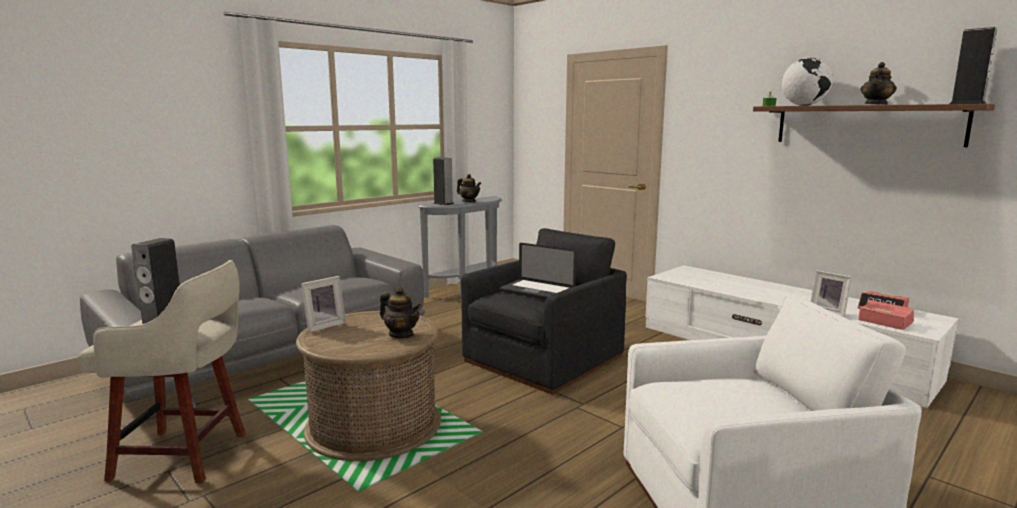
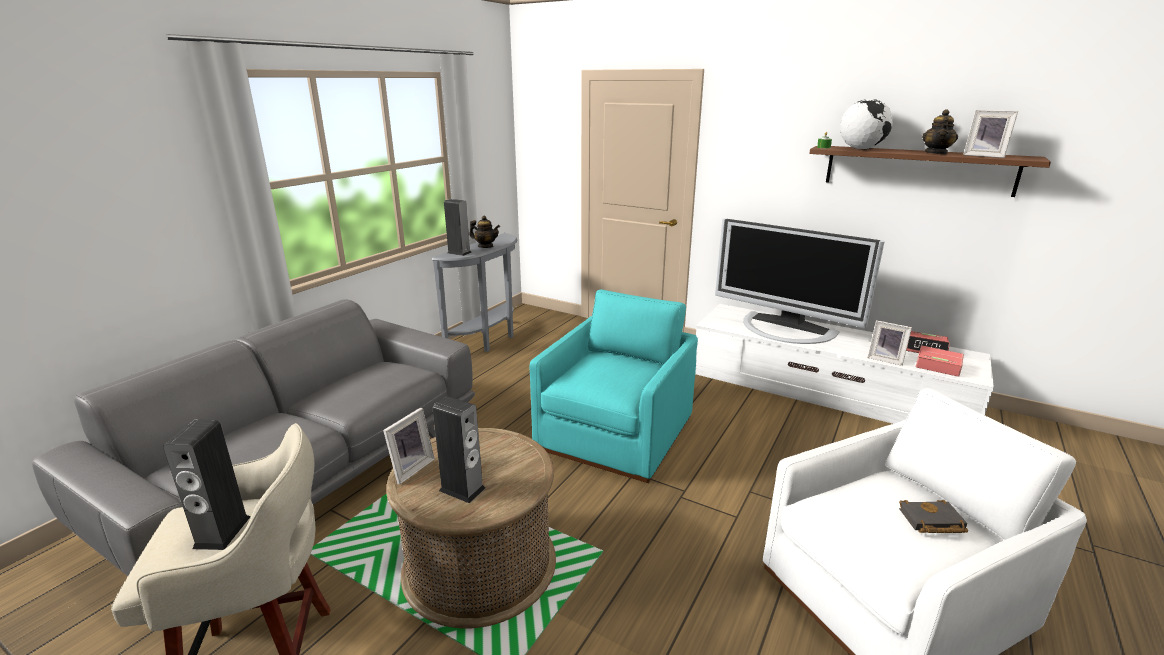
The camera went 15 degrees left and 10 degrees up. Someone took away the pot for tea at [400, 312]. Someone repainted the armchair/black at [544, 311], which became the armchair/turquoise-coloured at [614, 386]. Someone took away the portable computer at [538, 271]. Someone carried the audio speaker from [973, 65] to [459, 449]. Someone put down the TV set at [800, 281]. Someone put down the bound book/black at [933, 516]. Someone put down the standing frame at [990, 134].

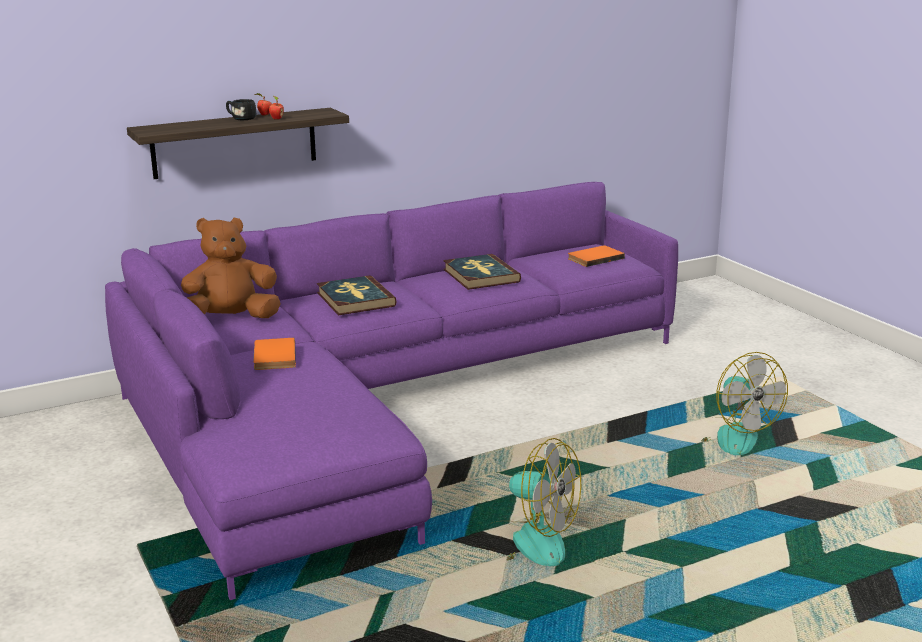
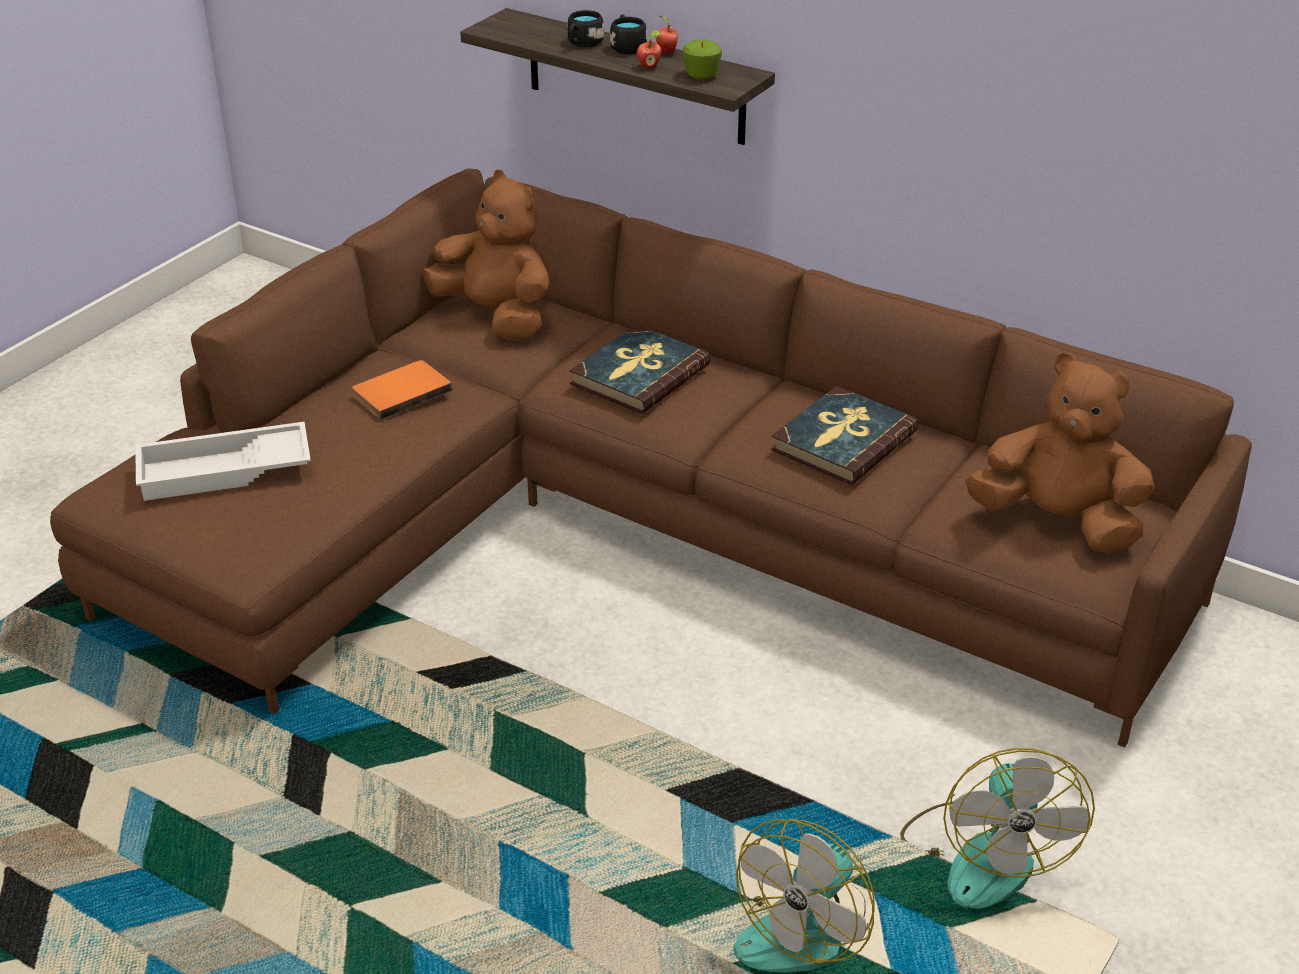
The camera went 60 degrees right and 15 degrees up. Someone repainted the couch/purple-coloured at [391, 391], which became the couch/brown-coloured at [651, 458]. Someone carried the fan from [536, 502] to [997, 828]. Someone swapped the bound book/orangey at [596, 256] for the soft toy/brown-coloured at [1060, 453]. Someone put down the serving tray/white-coloured at [223, 461]. Someone put down the tea mug/black at [585, 28]. Someone put down the whole apple at [702, 60].

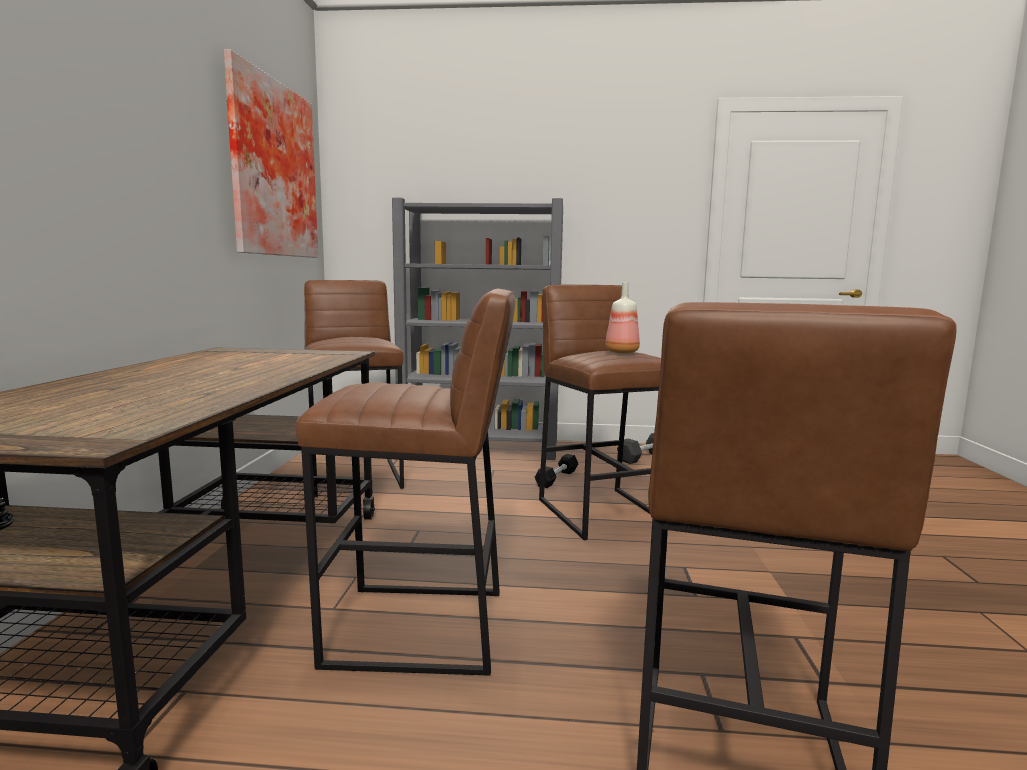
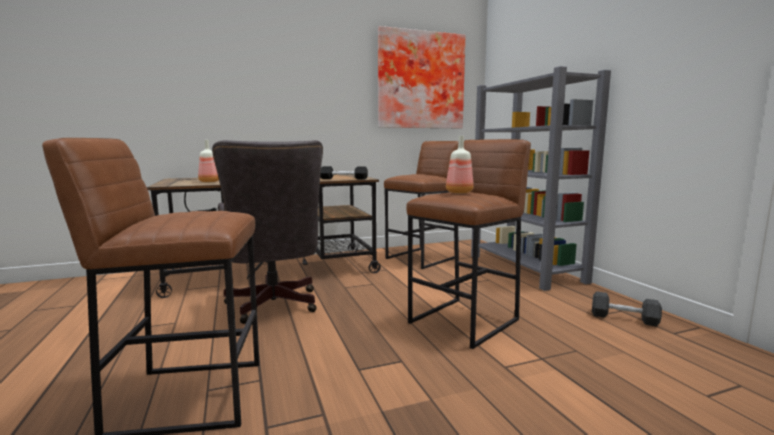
The camera went 65 degrees right and 0 degrees up. Someone swapped the sitting stool/brown-coloured at [405, 482] for the computer chair/greyish at [267, 232]. Someone carried the hand weight/black from [556, 471] to [344, 172]. Someone put down the beverage bottle at [208, 161].

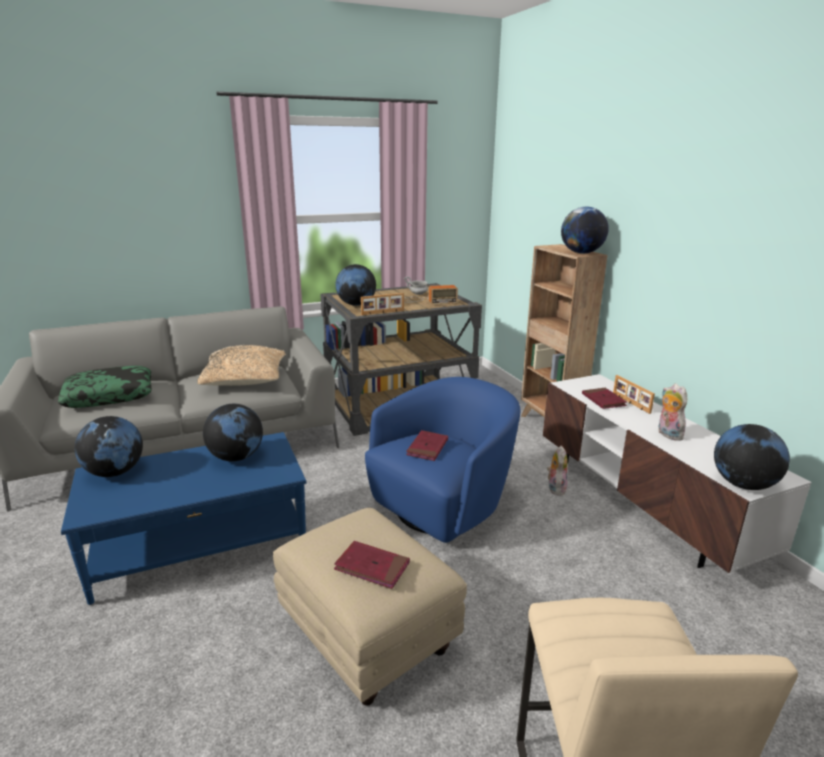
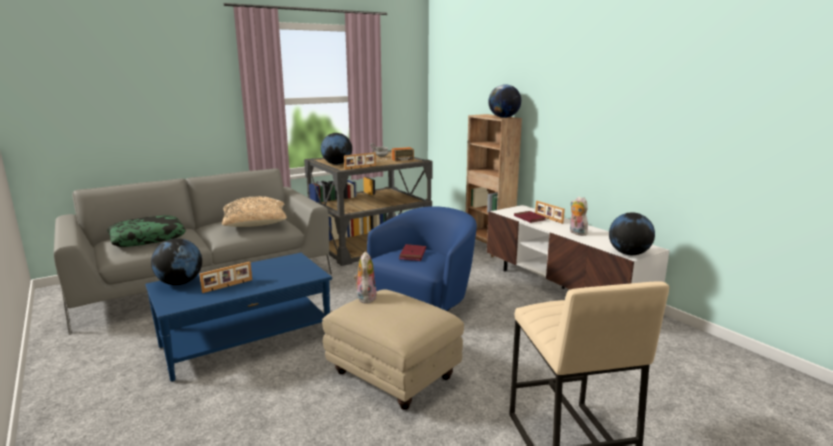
The camera went 10 degrees left and 5 degrees down. Someone took away the world globe at [233, 432]. Someone took away the bound book/red-coloured at [372, 565]. Someone carried the soft toy from [557, 471] to [365, 277]. Someone put down the standing frame at [225, 277].

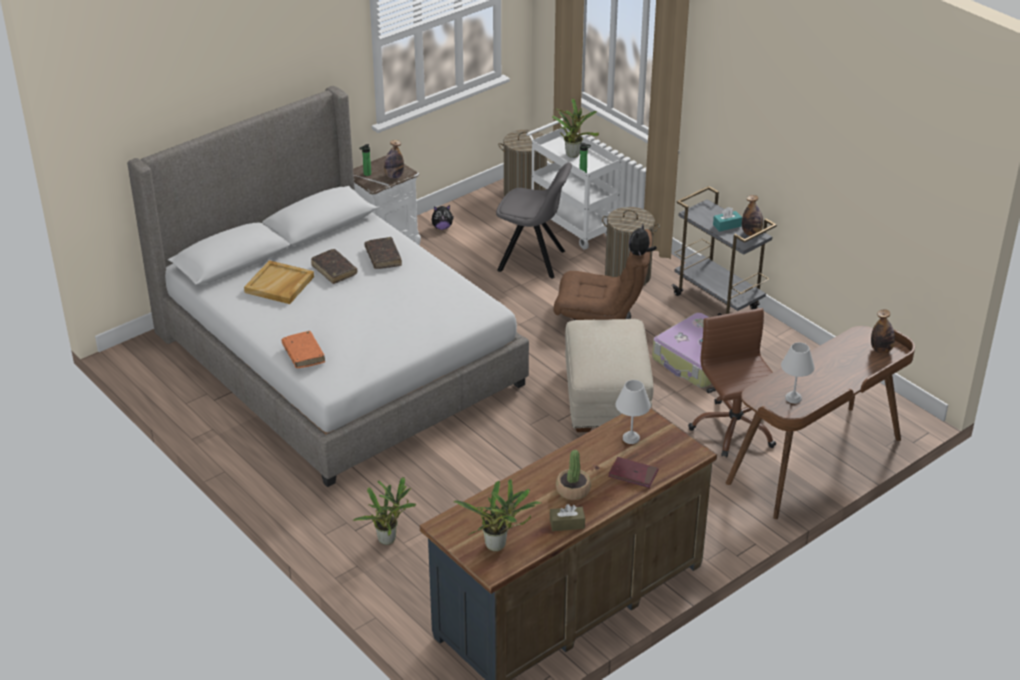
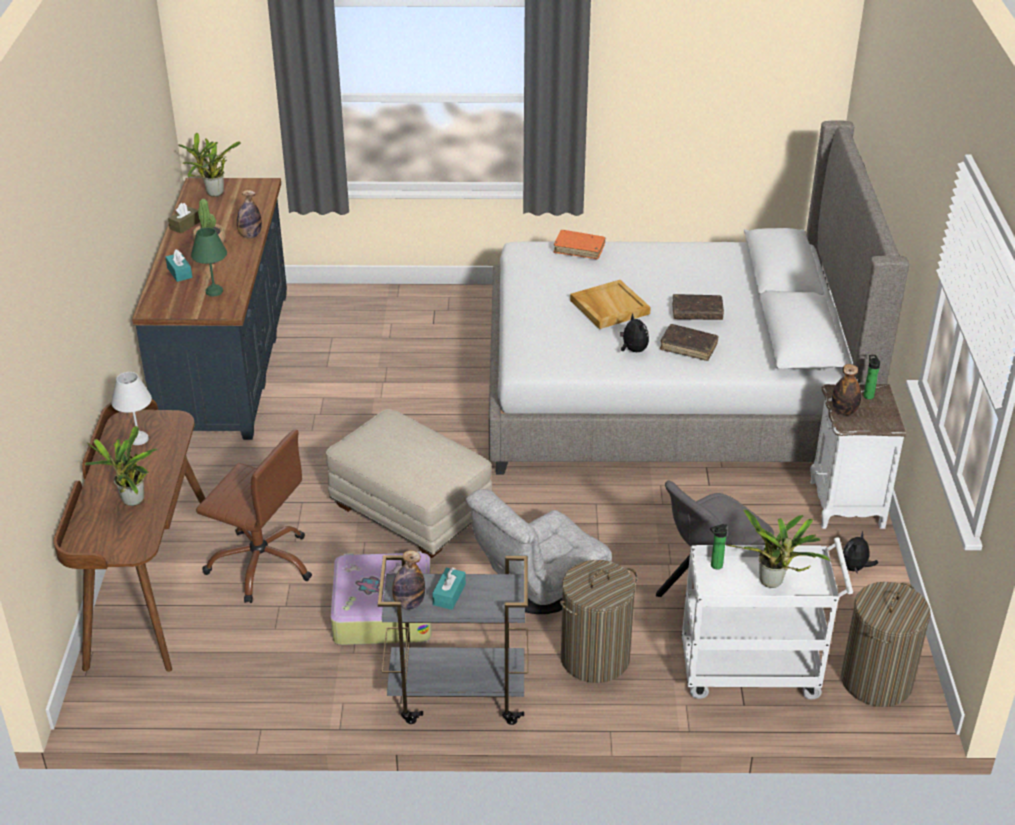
The camera went 130 degrees right and 0 degrees up. Someone carried the serving tray/beige-coloured from [279, 282] to [610, 304]. Someone carried the houseplant from [384, 511] to [121, 466]. Someone repainted the armchair/brown-coloured at [602, 274], which became the armchair/greyish at [539, 551]. Someone swapped the bound book/red-coloured at [633, 472] for the tissue holder/turquoise-coloured at [179, 265]. Someone repainted the table lamp/white-coloured at [633, 412], which became the table lamp/green-coloured at [209, 261]. Someone carried the soft toy from [643, 240] to [634, 332]. Someone carried the beverage bottle from [883, 332] to [249, 214].

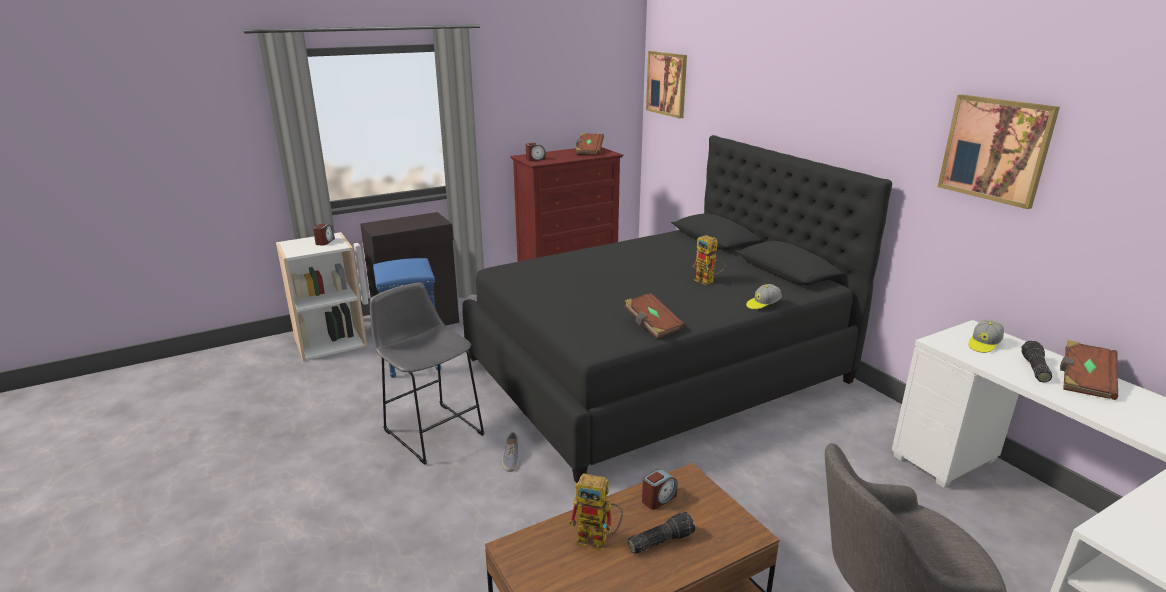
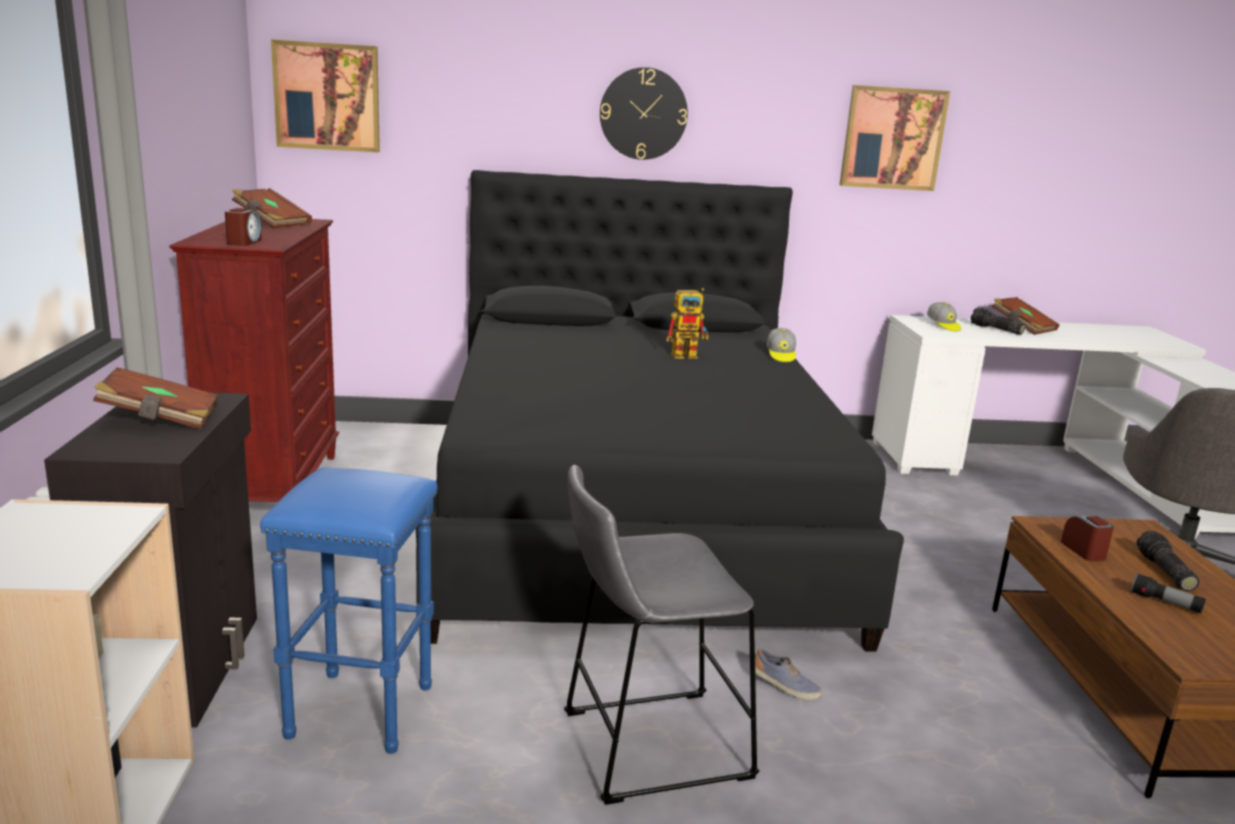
The camera went 65 degrees left and 5 degrees down. Someone took away the alarm clock at [324, 234]. Someone swapped the model robot at [595, 511] for the flashlight at [1168, 593]. Someone carried the bound book/brown-coloured from [654, 316] to [155, 398]. Someone put up the clock on the wall at [644, 113].

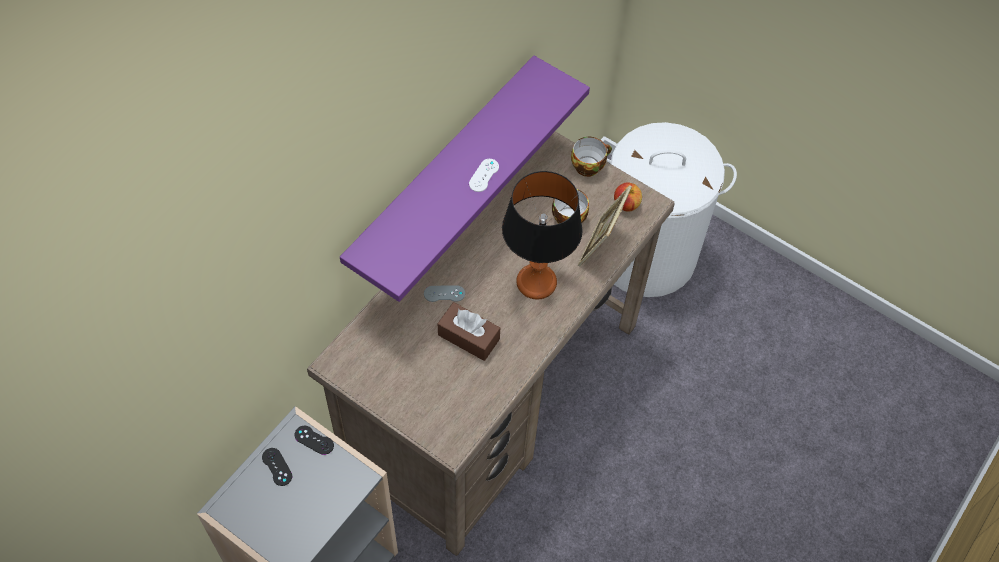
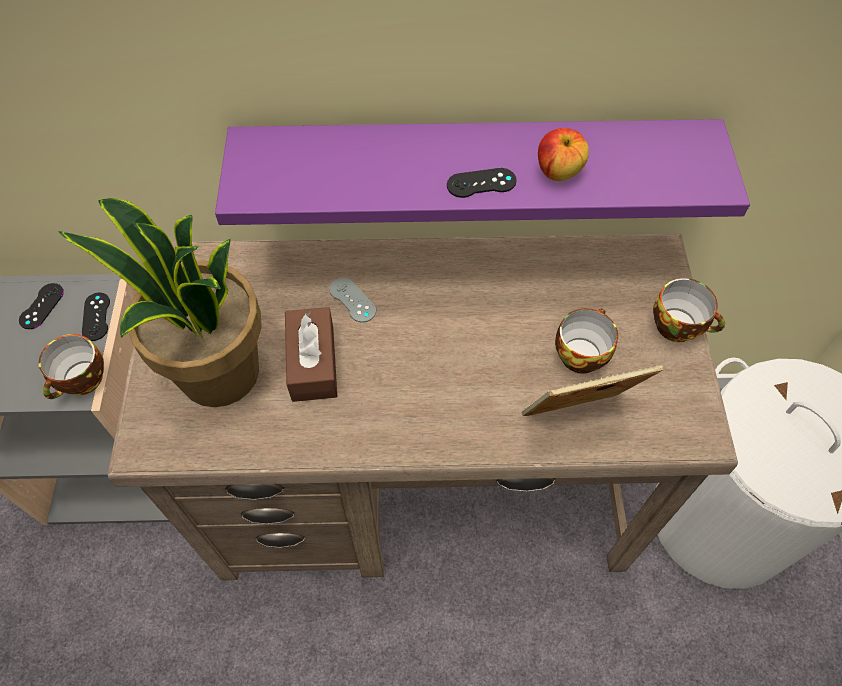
The camera went 55 degrees right and 0 degrees up. Someone repainted the game controller/white-coloured at [484, 175], which became the game controller/black at [482, 183]. Someone took away the table lamp at [542, 235]. Someone carried the whole apple from [628, 197] to [563, 154]. Someone put down the cup at [71, 366]. Someone put down the houseplant at [160, 302].

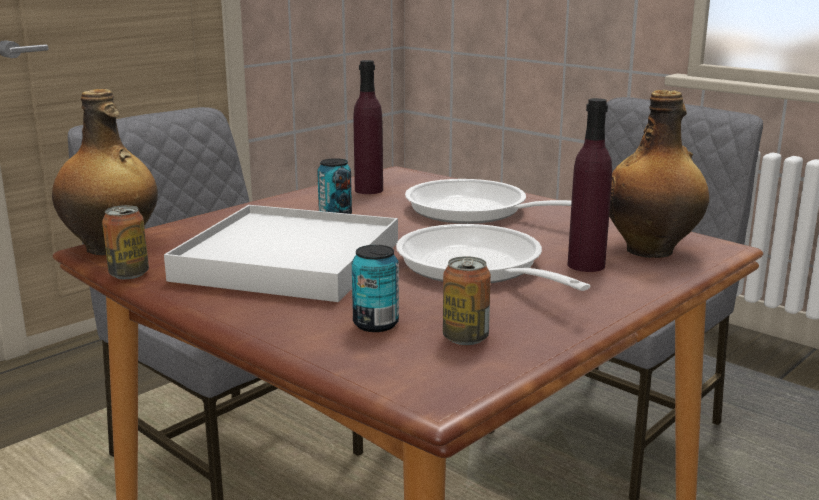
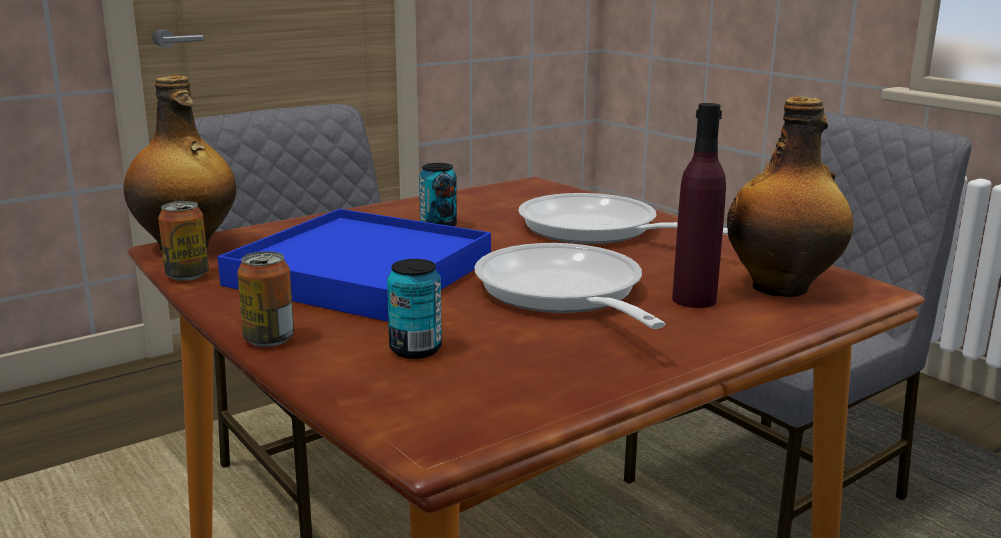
The camera went 10 degrees right and 0 degrees up. Someone repainted the serving tray/white-coloured at [281, 253], which became the serving tray/blue-coloured at [354, 265]. Someone took away the beverage bottle/purple-coloured at [368, 127]. Someone carried the can from [467, 300] to [265, 299].

